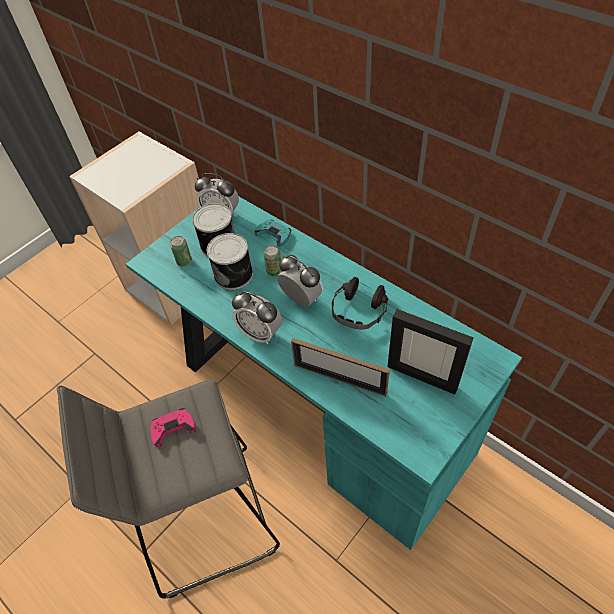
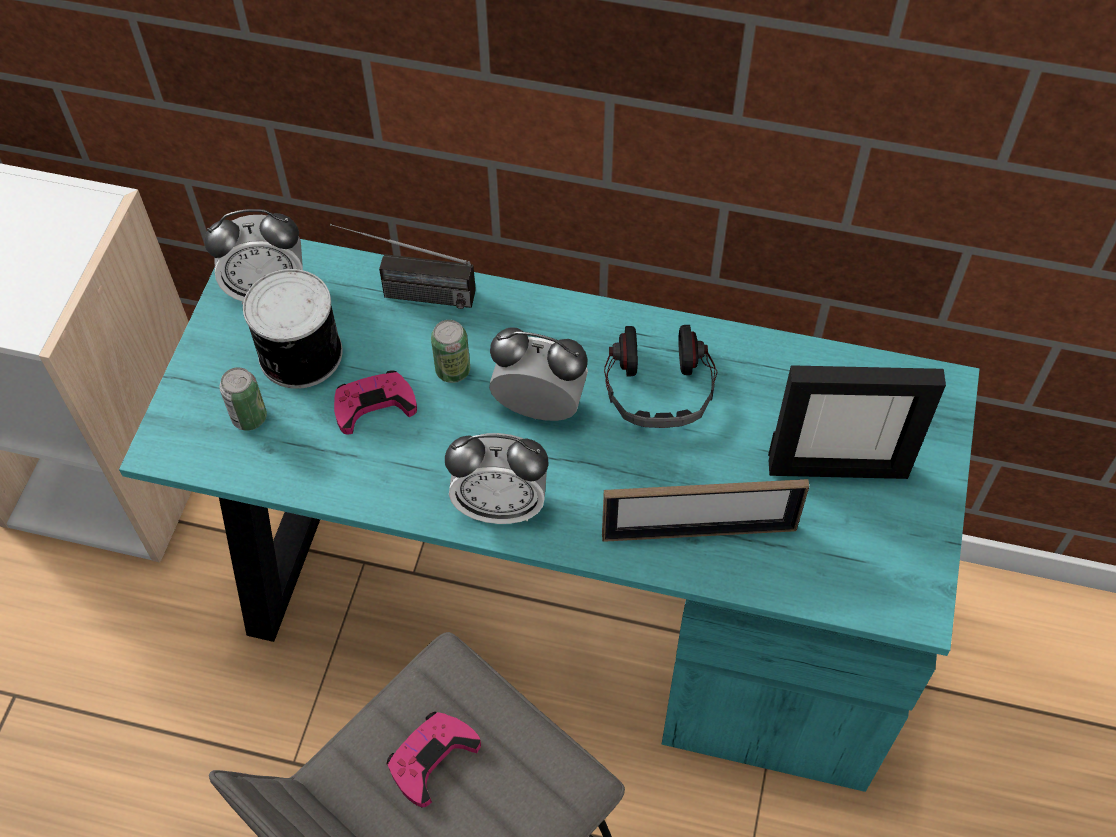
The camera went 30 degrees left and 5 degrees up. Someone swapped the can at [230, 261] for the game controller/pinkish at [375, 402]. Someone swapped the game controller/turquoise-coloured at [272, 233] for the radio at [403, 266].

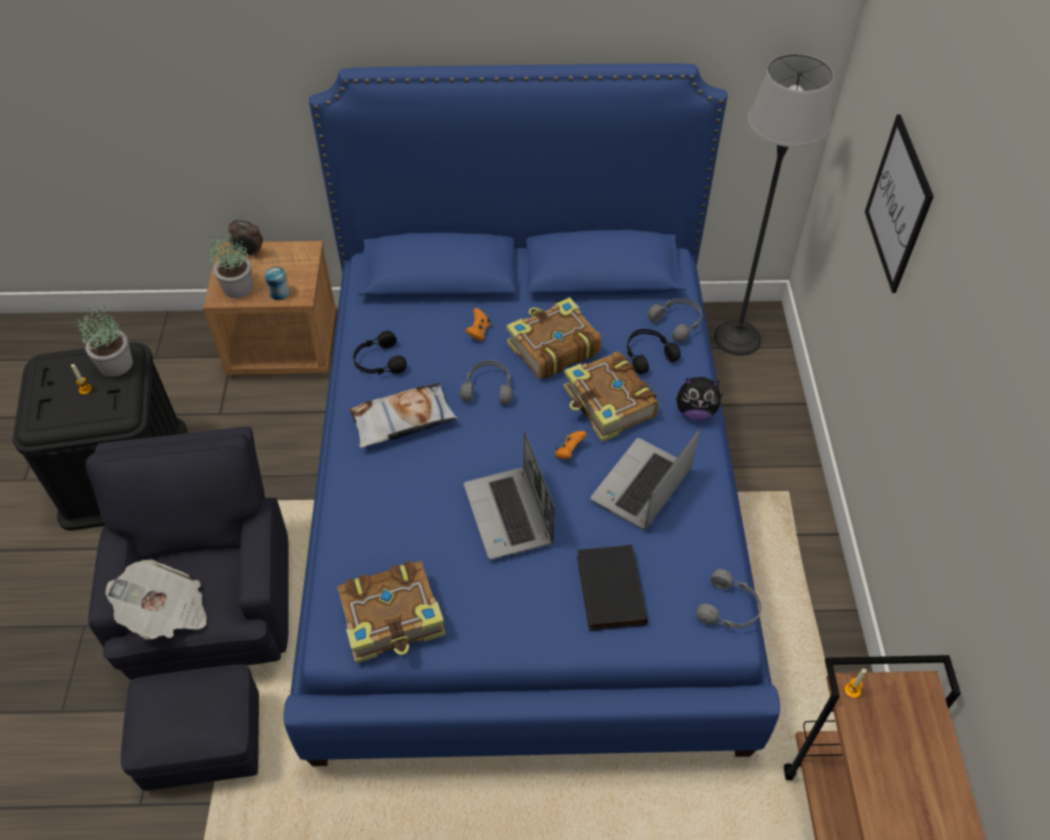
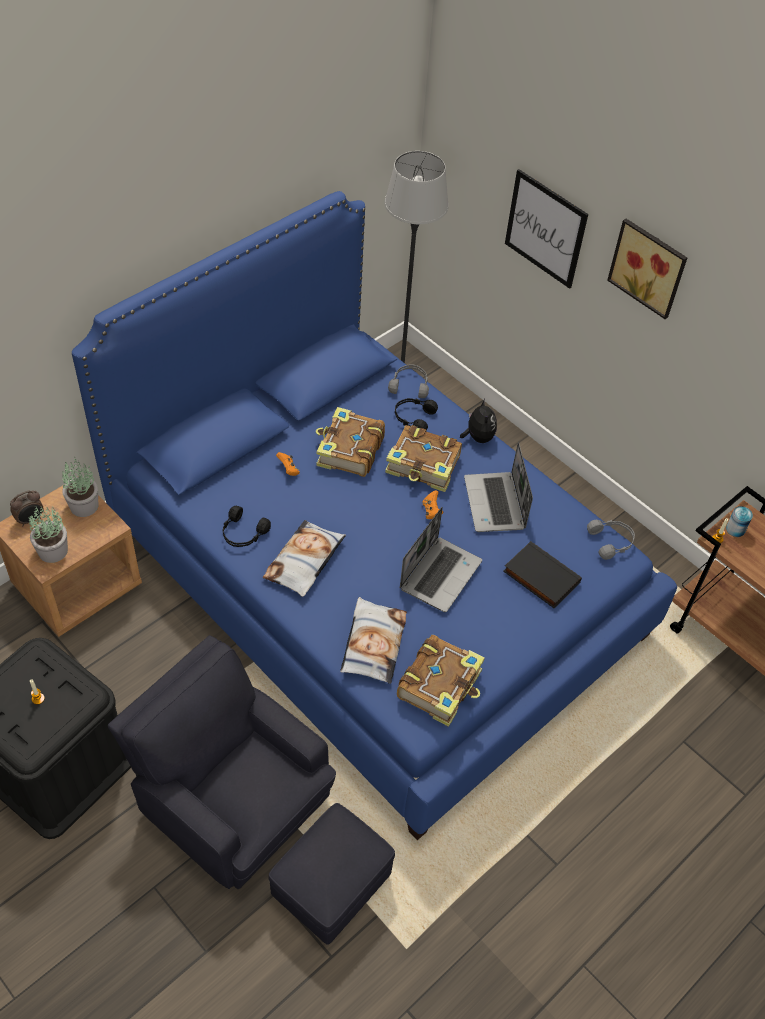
The camera went 45 degrees left and 0 degrees up. Someone carried the houseplant from [104, 341] to [80, 488]. Someone took away the newspaper at [156, 600]. Someone carried the can from [277, 283] to [739, 521]. Someone took away the headset/greyish at [486, 382]. Someone rotated the portable computer at [509, 495] by 90 degrees counterclockwise. Someone rotated the soft toy at [699, 398] by 60 degrees counterclockwise. Someone put down the pillow at [373, 640]. Someone put up the picture at [647, 269].

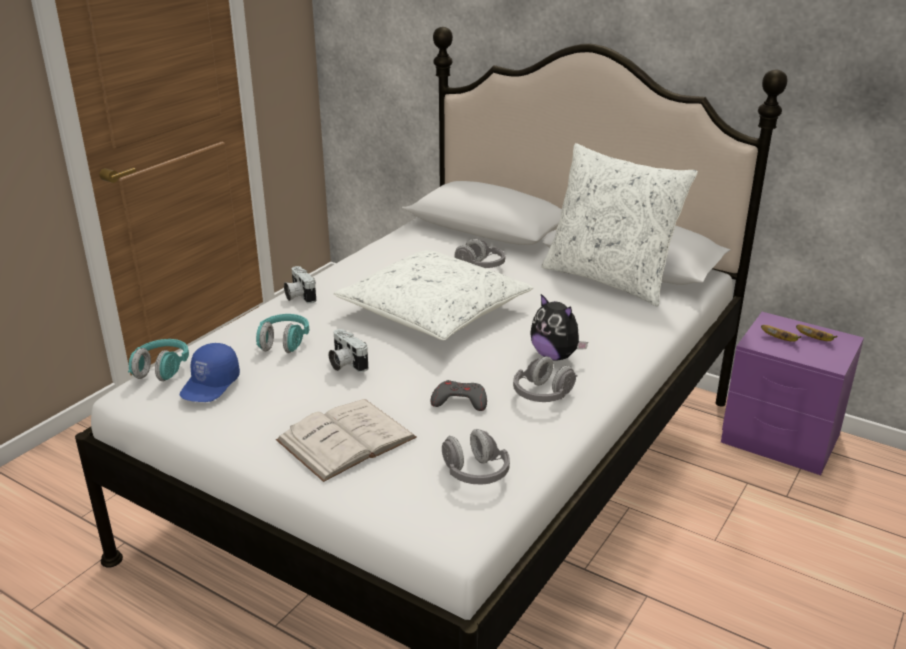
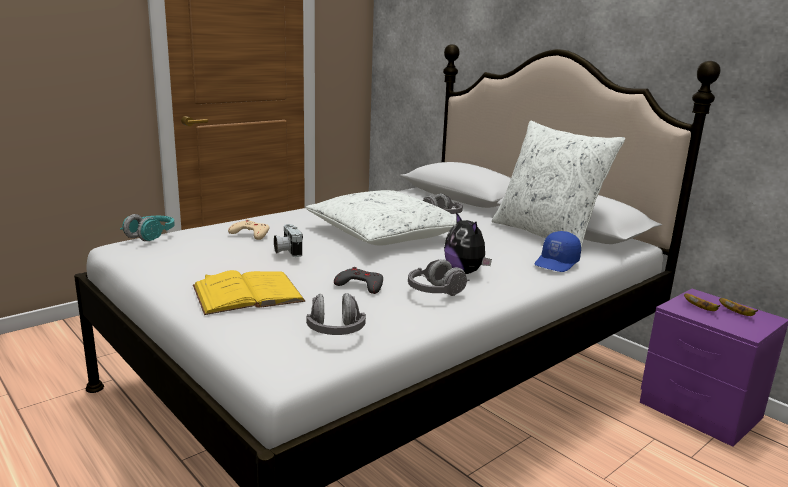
The camera went 15 degrees right and 10 degrees down. Someone carried the baseball cap/blue-coloured from [210, 372] to [557, 251]. Someone swapped the headset/turquoise-coloured at [283, 333] for the game controller/beige-coloured at [248, 229]. Someone repainted the bound book/white-coloured at [346, 440], which became the bound book/yellowish at [249, 292]. Someone took away the photo camera at [300, 285].

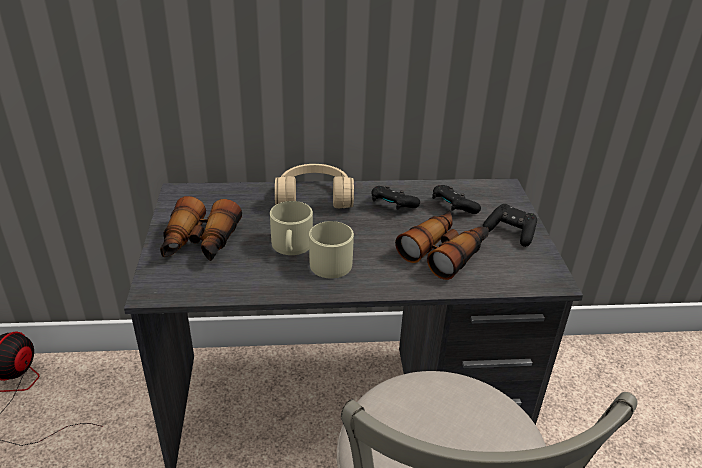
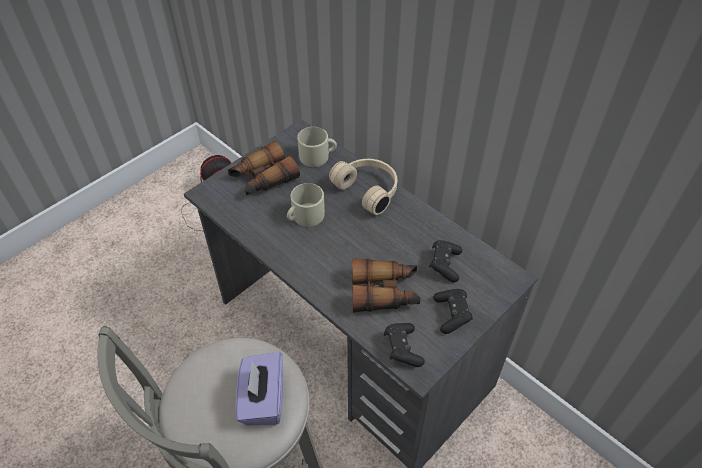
The camera went 50 degrees right and 15 degrees up. Someone carried the tea mug/beige-coloured from [331, 249] to [317, 147]. Someone carried the game controller/black from [395, 198] to [404, 345]. Someone put down the tissue holder/purple-coloured at [259, 388].

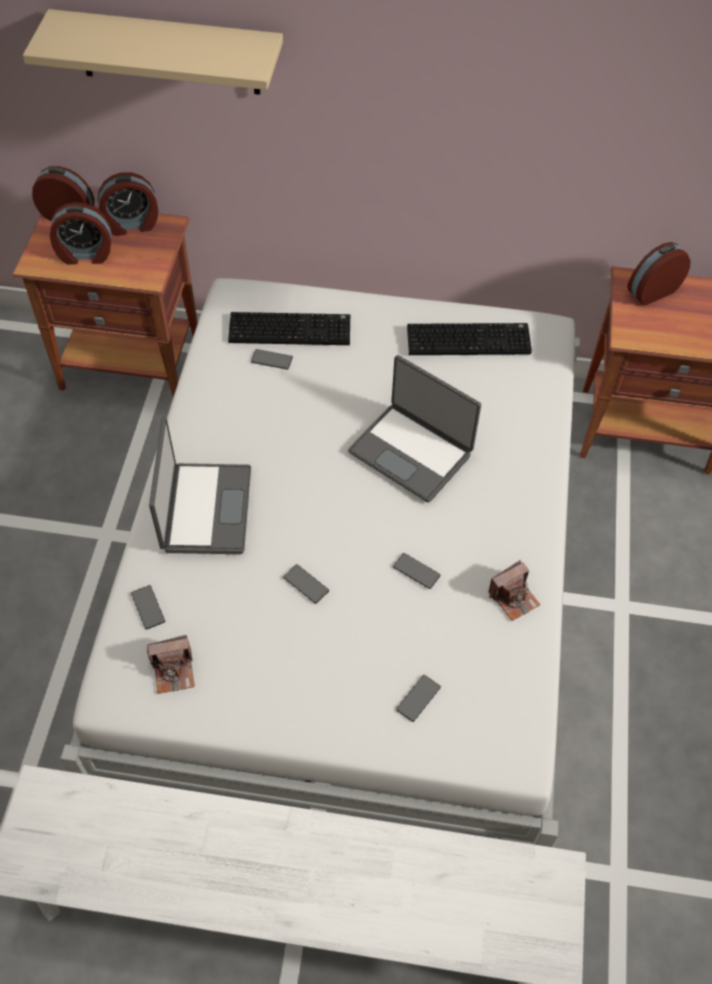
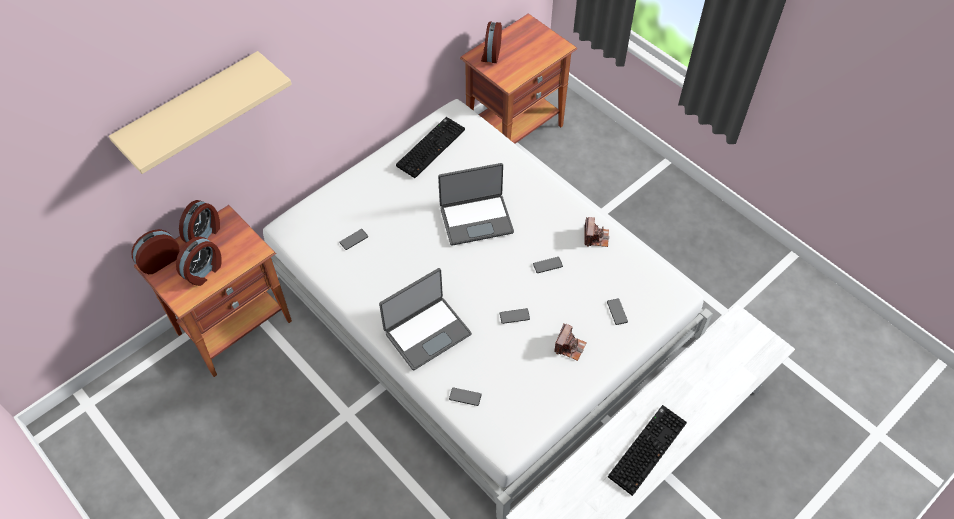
The camera went 50 degrees left and 0 degrees up. Someone carried the photo camera from [171, 664] to [570, 342]. Someone rotated the portable computer at [200, 485] by 105 degrees clockwise. Someone carried the keyboard from [289, 328] to [647, 450].

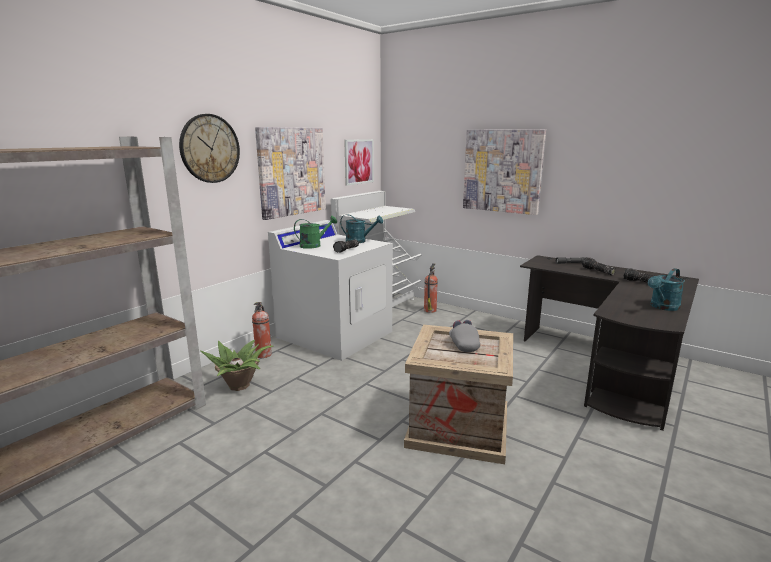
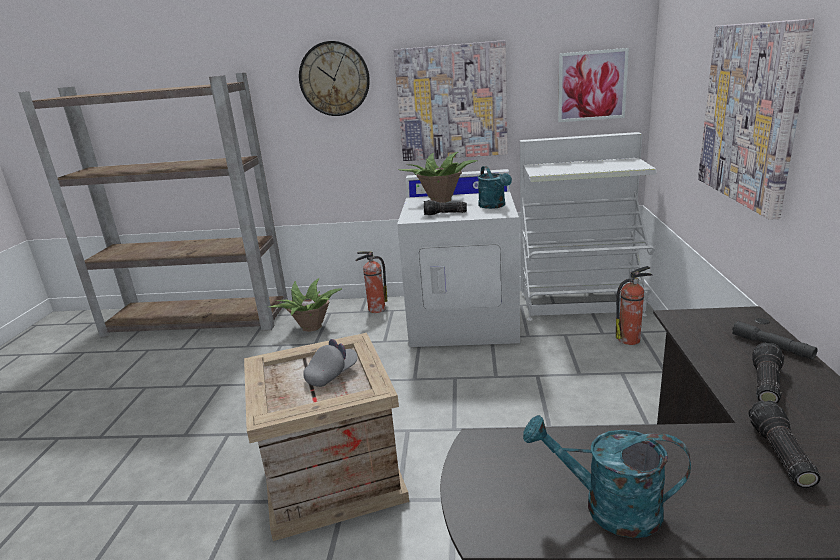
The camera went 60 degrees right and 5 degrees up. Someone swapped the watering can/green-coloured at [315, 232] for the houseplant at [437, 177].

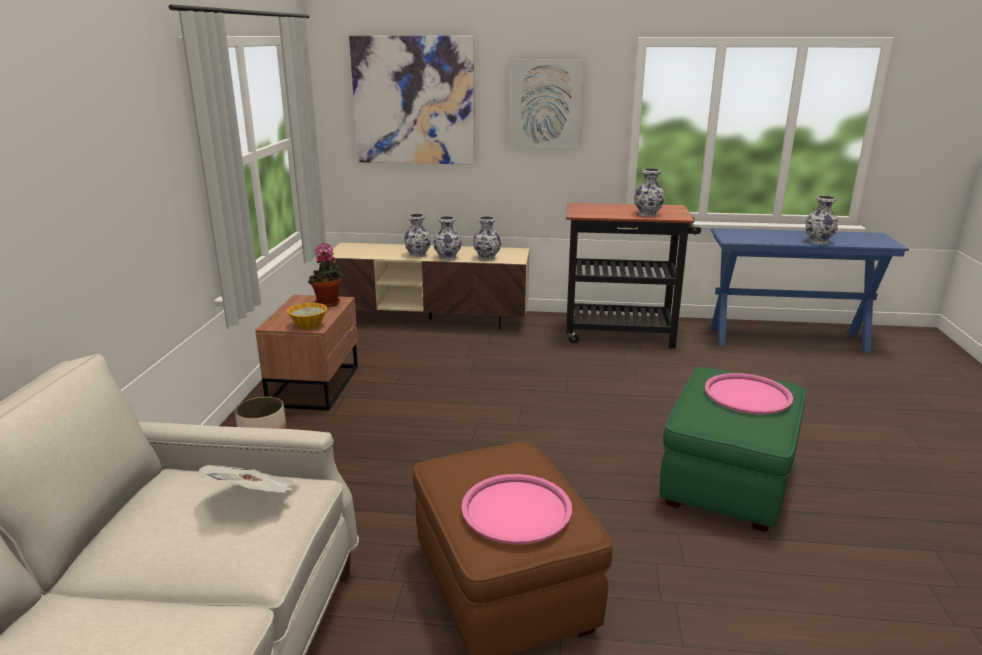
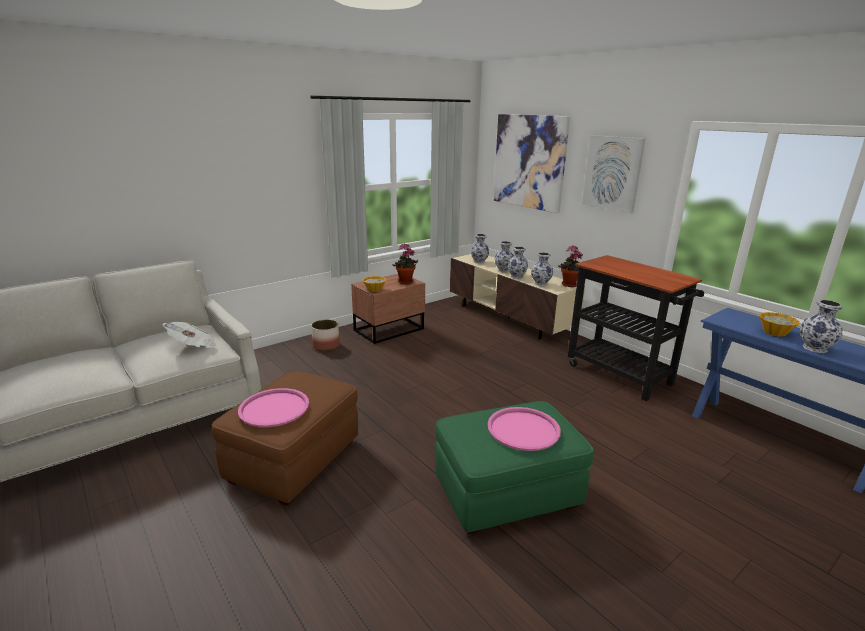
The camera went 45 degrees right and 0 degrees up. Someone carried the vase from [649, 192] to [480, 248]. Someone put down the houseplant at [570, 266]. Someone put down the serving bowl at [779, 324].

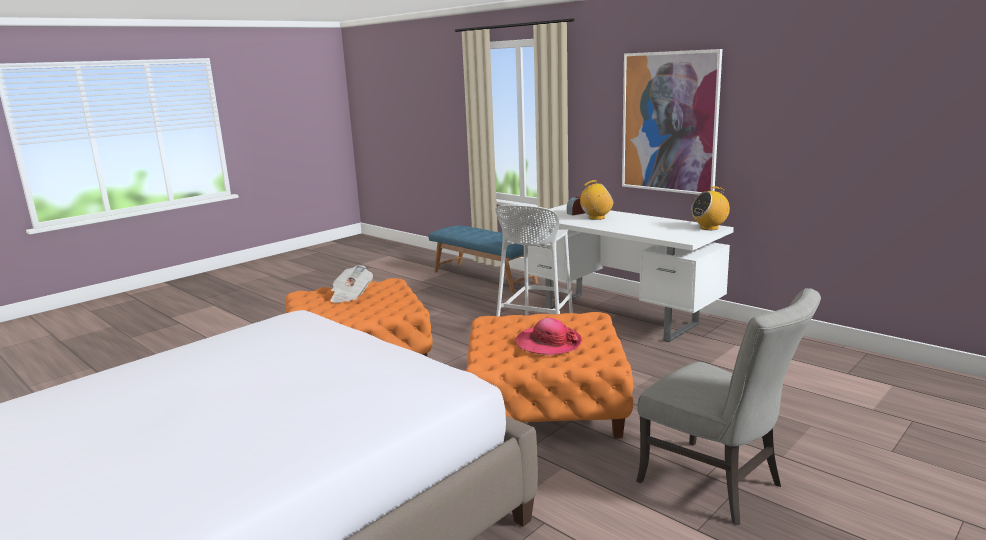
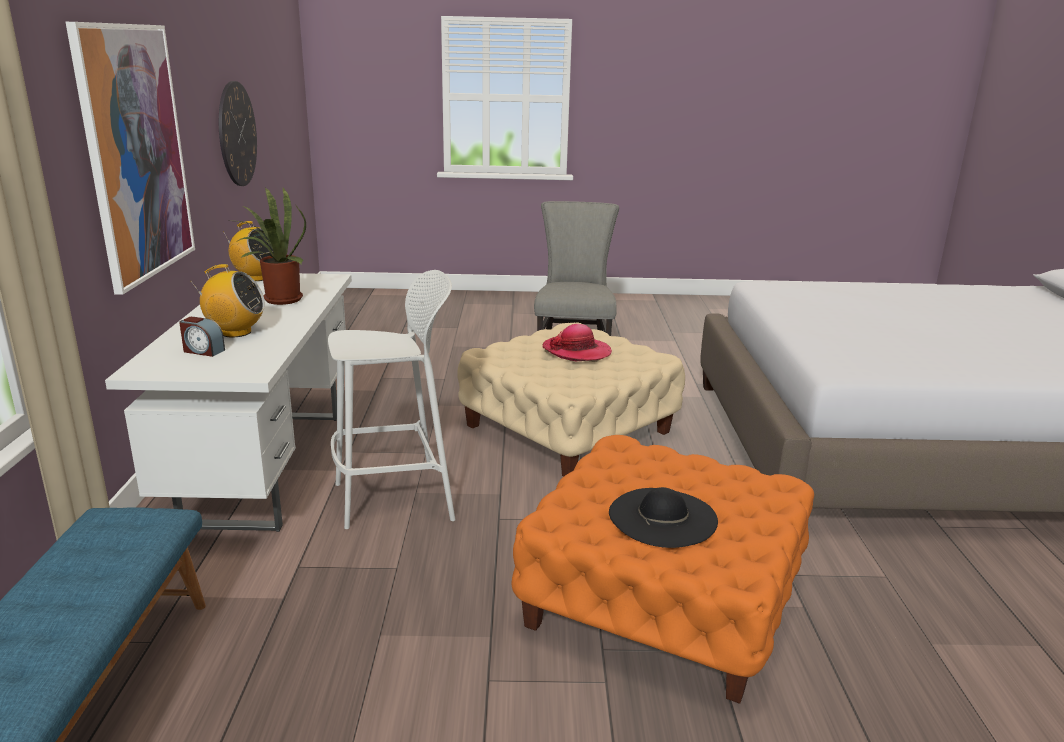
The camera went 135 degrees left and 5 degrees up. Someone swapped the newspaper at [351, 284] for the clothing hat/black at [663, 517]. Someone repainted the pouffe/orangey at [549, 375], which became the pouffe/beige-coloured at [571, 400]. Someone rotated the radio at [597, 200] by 150 degrees clockwise. Someone put up the clock on the wall at [238, 133]. Someone put down the houseplant at [272, 246].

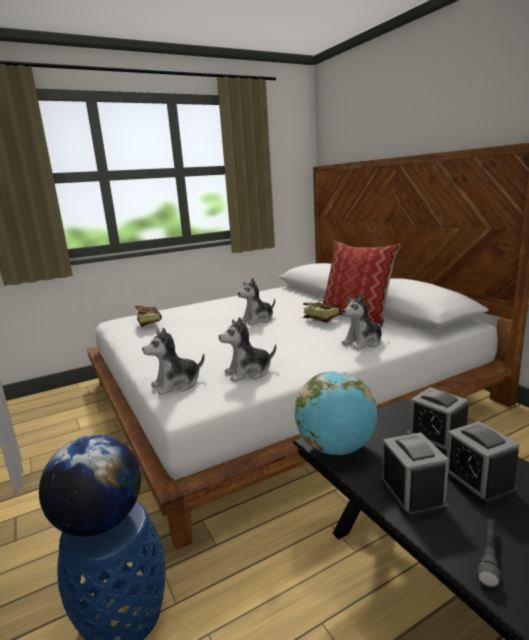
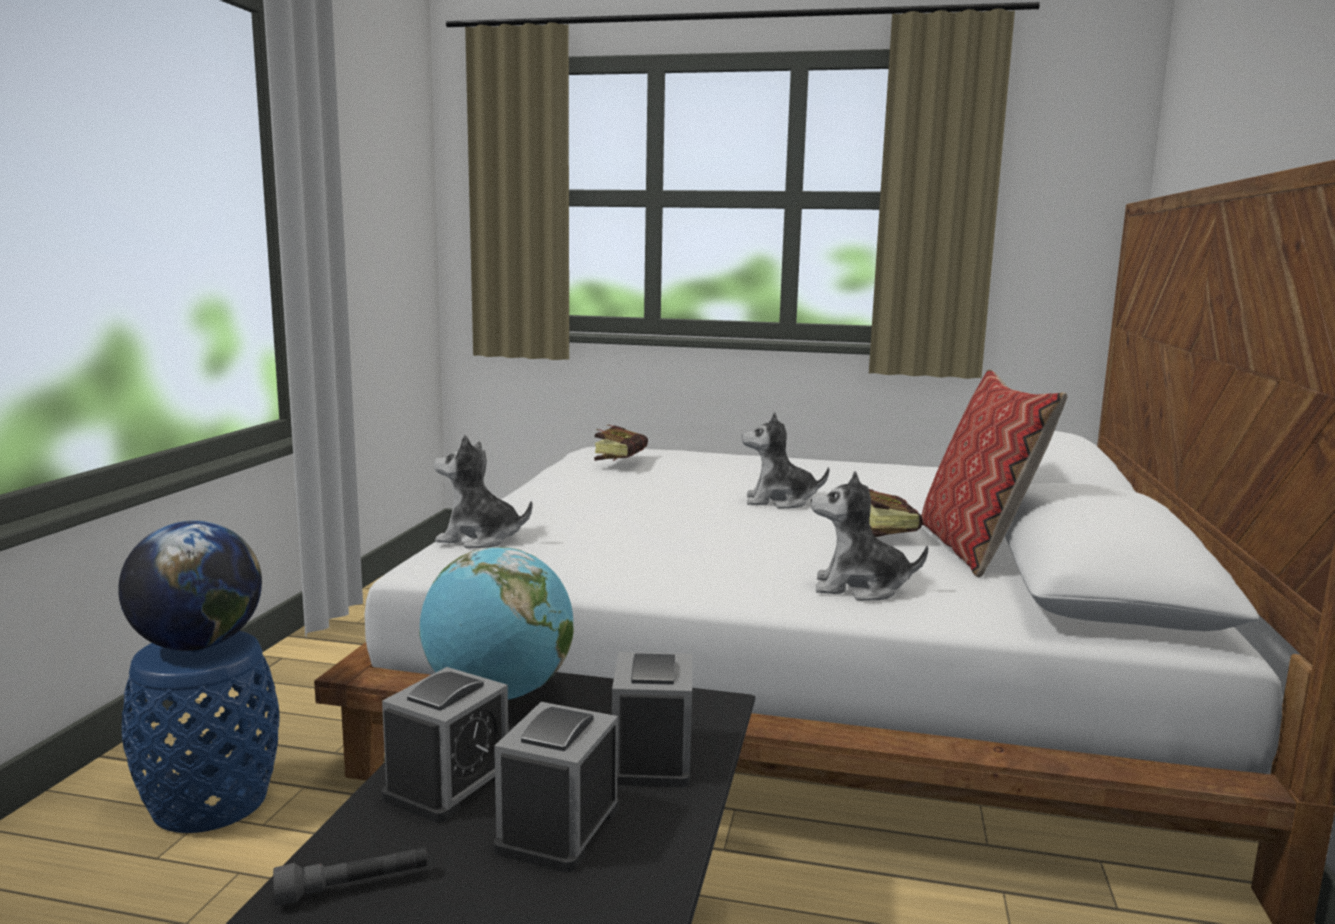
The camera went 40 degrees right and 5 degrees down. Someone took away the soft toy at [247, 349].

